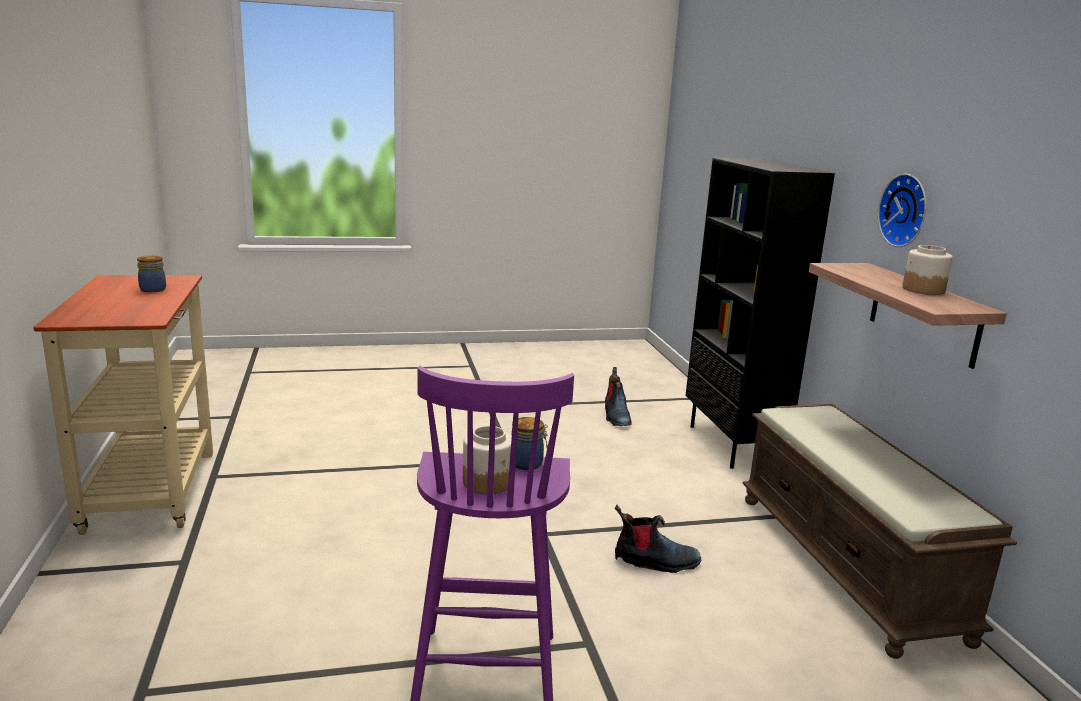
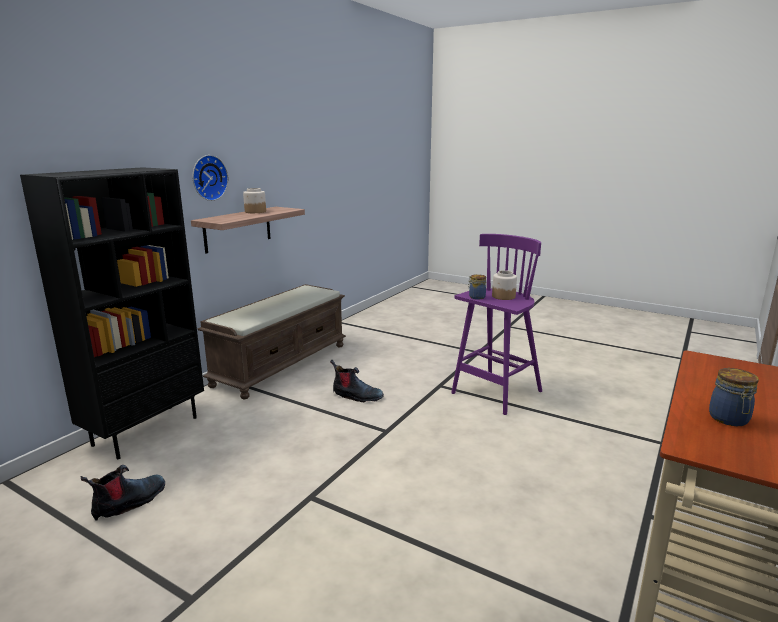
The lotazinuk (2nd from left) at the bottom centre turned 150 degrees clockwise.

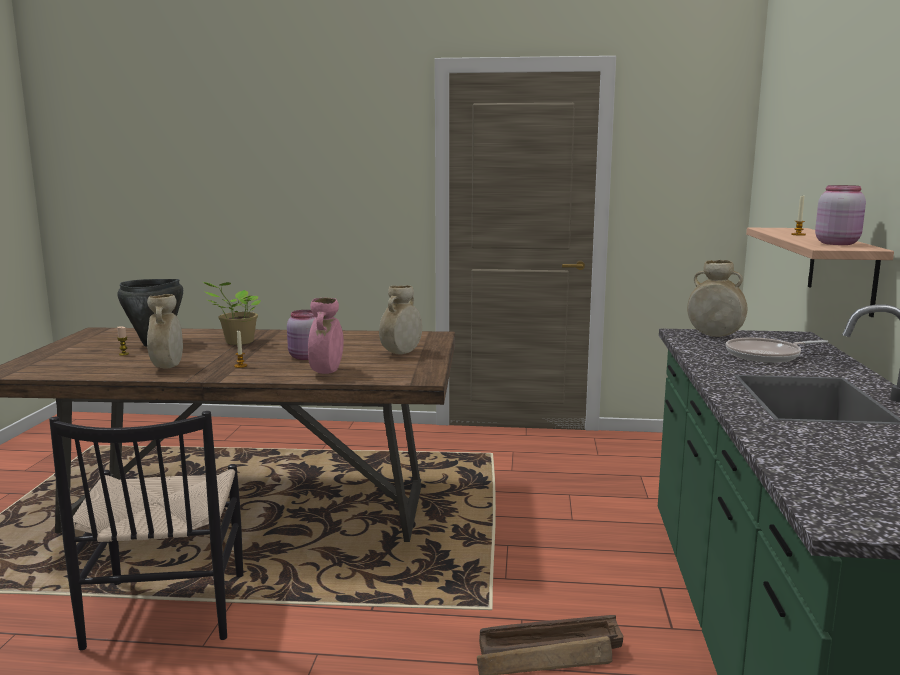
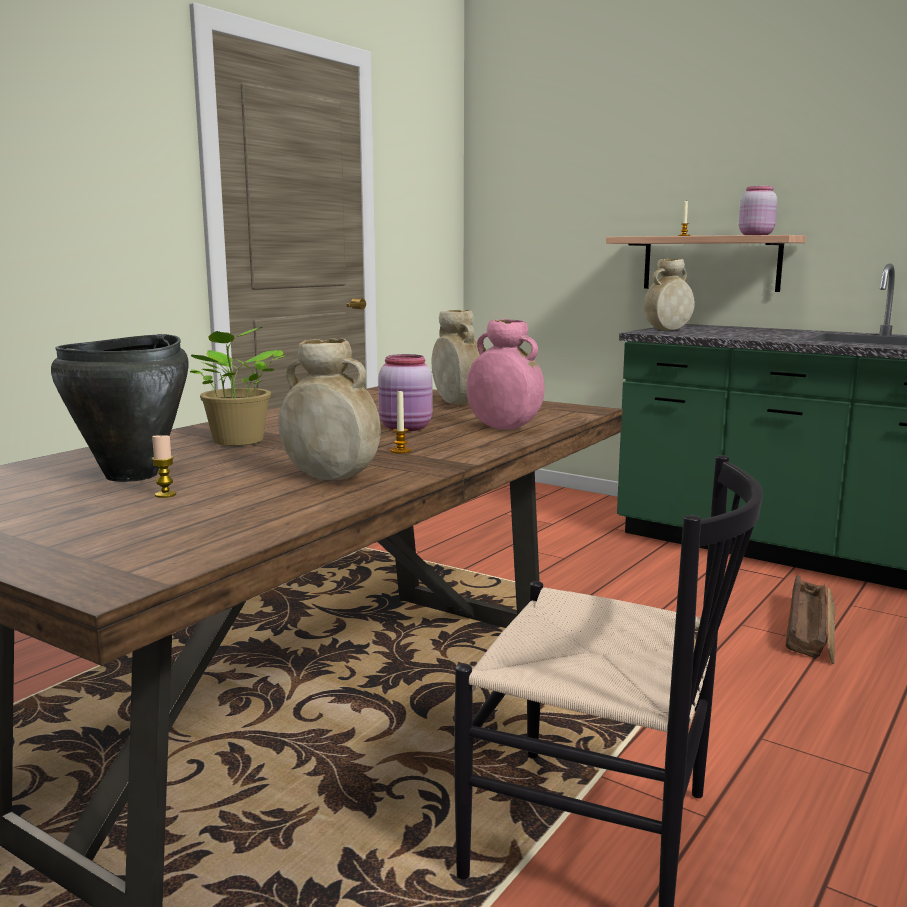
The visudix at the middle right disappeared.

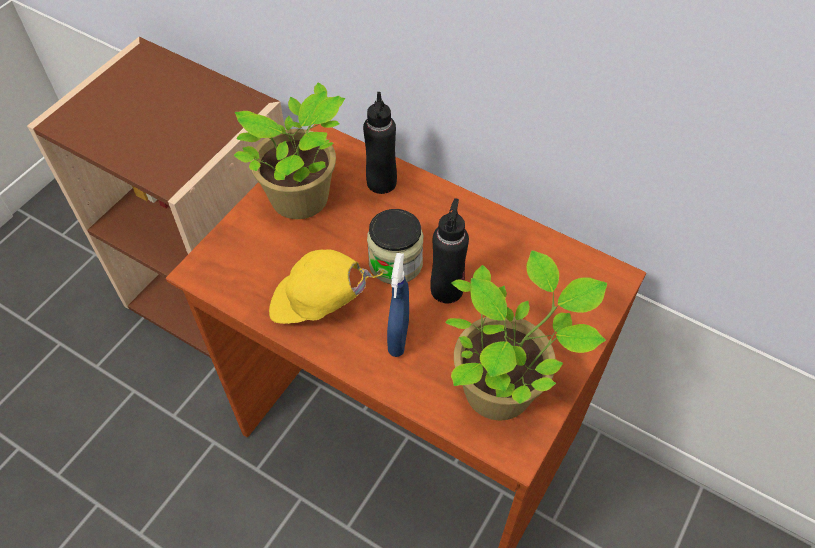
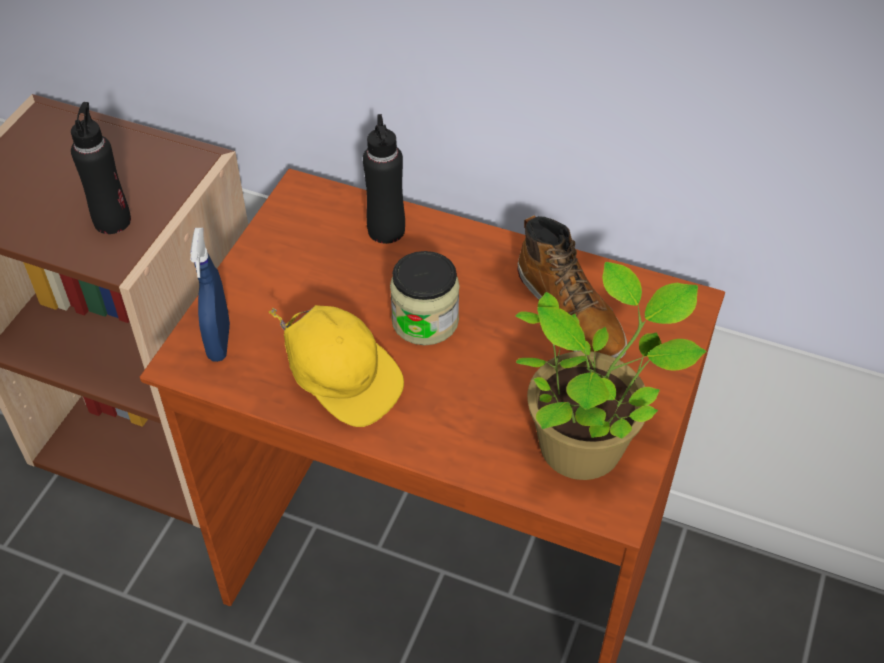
The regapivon (1st from left) at the top centre disappeared.
The lotazinuk at the centre appeared.
The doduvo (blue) moved from the centre to the middle left.
The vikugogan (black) (2nd from left in the first image) moved from the centre to the top left.
The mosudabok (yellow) at the centre turned 135 degrees counterclockwise.

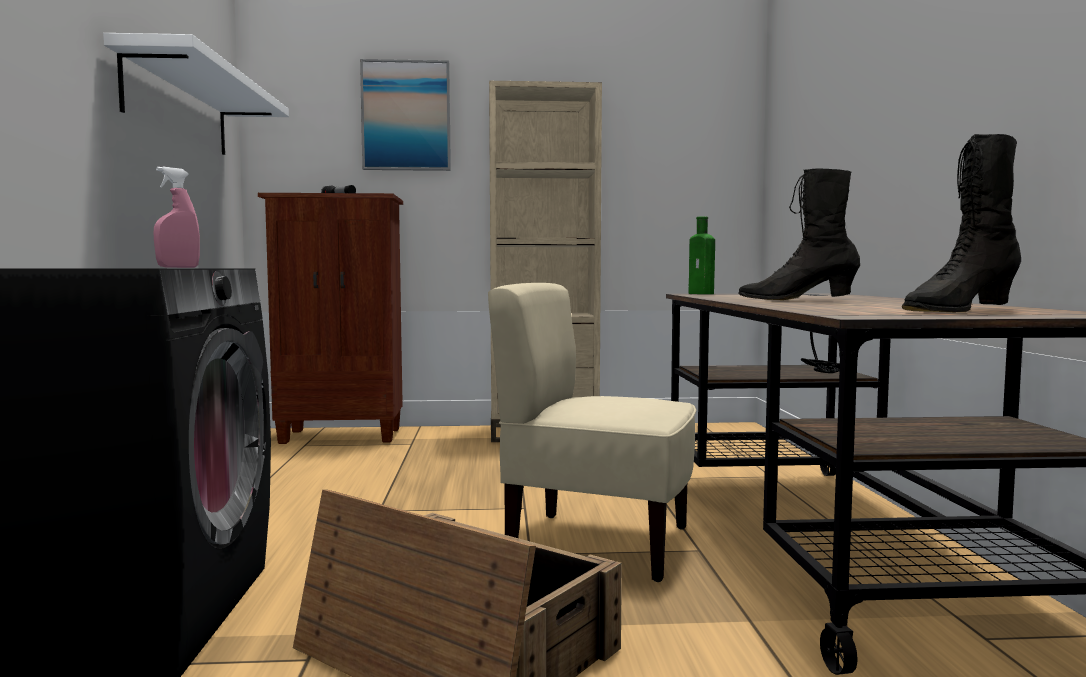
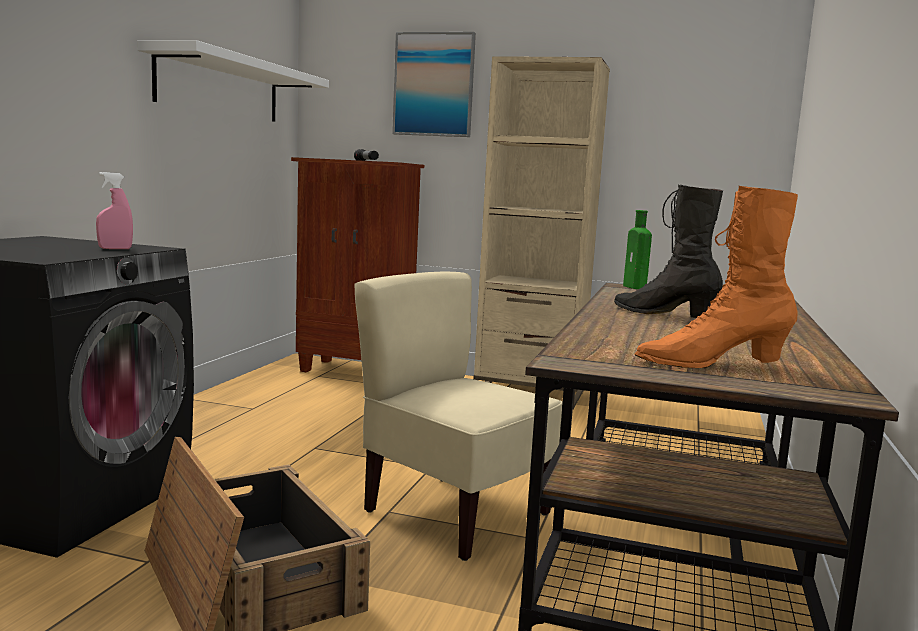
The lotazinuk (black) (2nd from left) at the top right became the lotazinuk (orange) at the middle right.

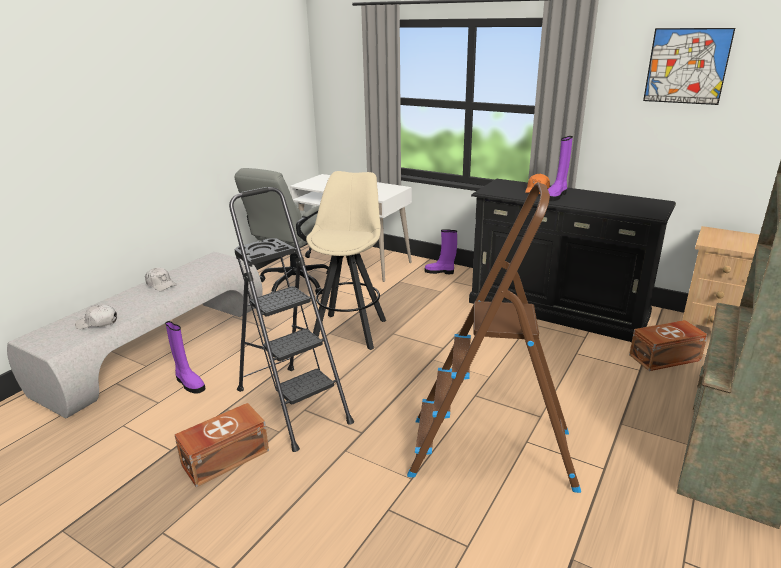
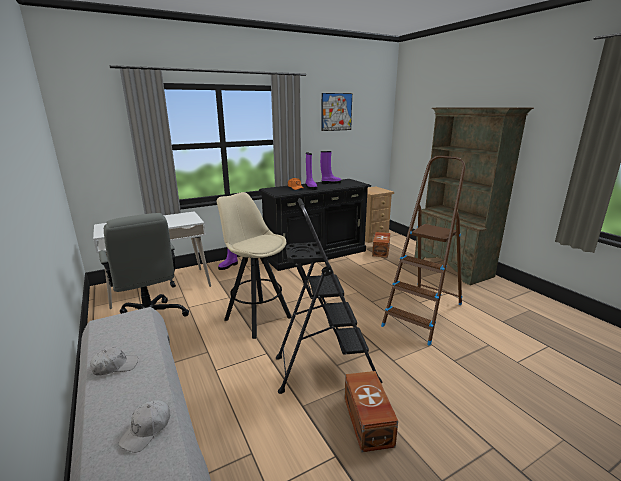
The lotazinuk (purple) (1st from left in the first image) moved from the middle left to the centre.

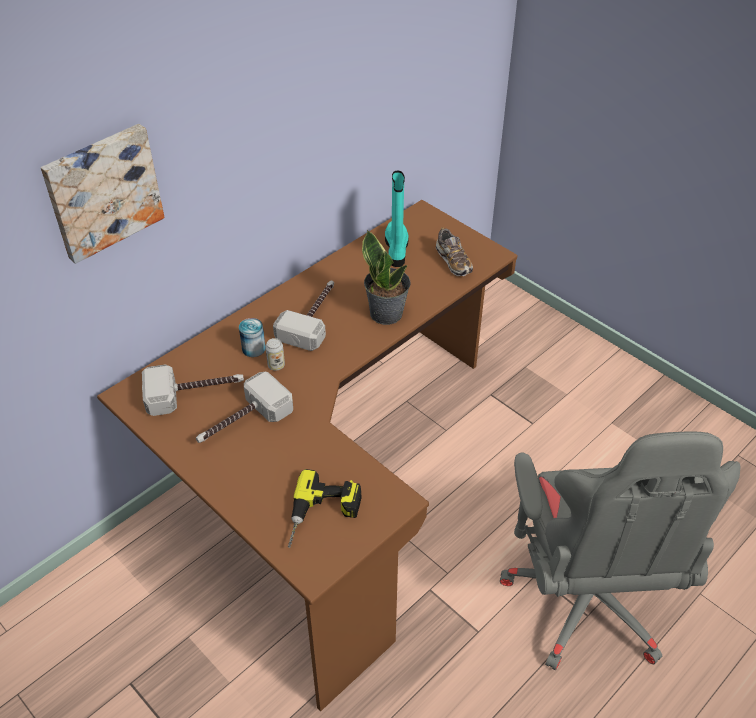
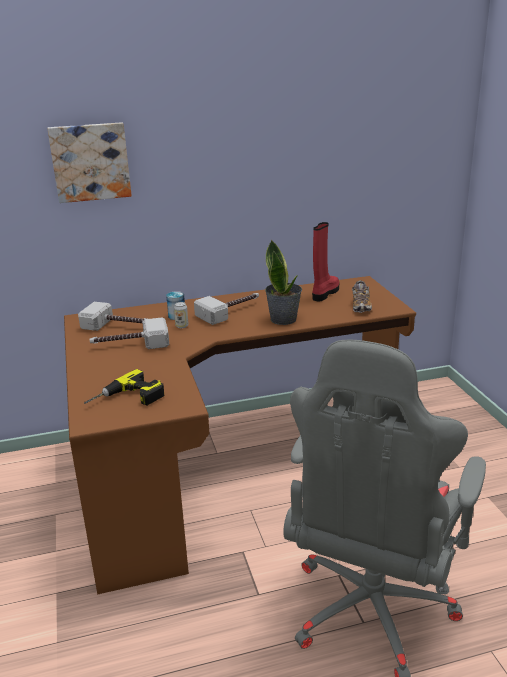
The lotazinuk (turquoise) at the top centre became the lotazinuk (red) at the centre.

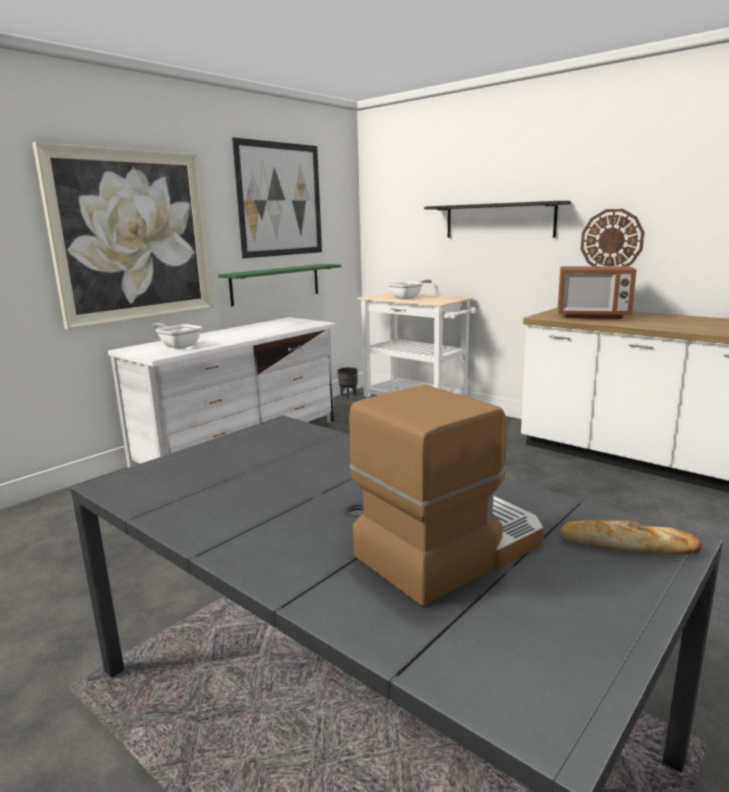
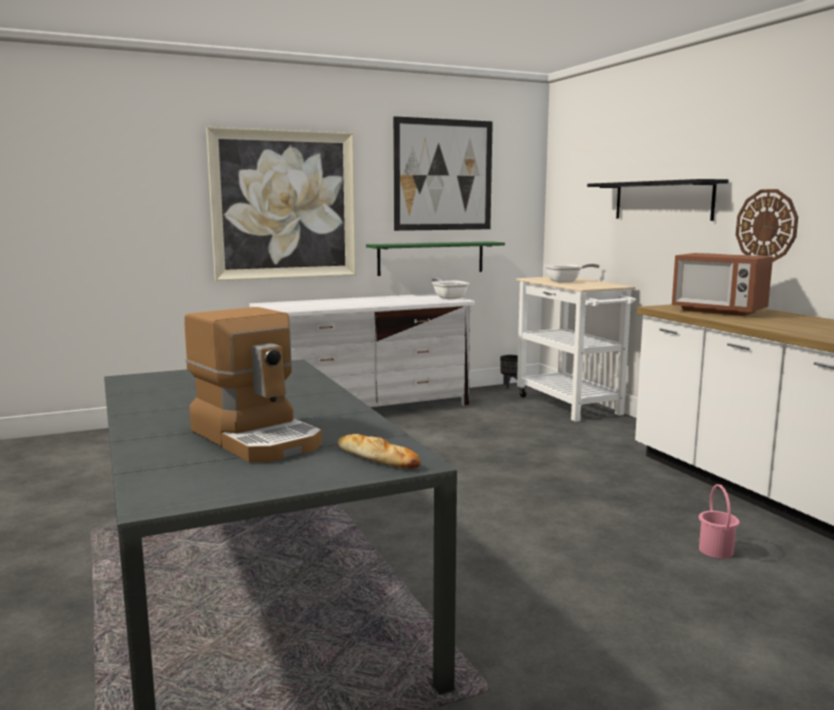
The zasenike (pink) at the bottom right appeared.
The visudix (1st from left) moved from the middle left to the centre.
The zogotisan at the centre turned 60 degrees clockwise.

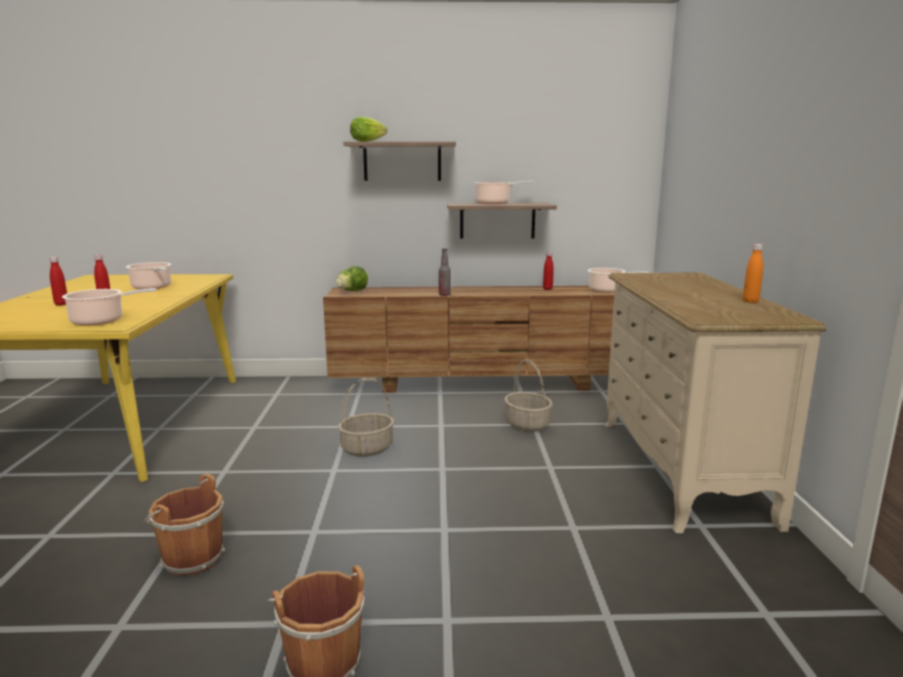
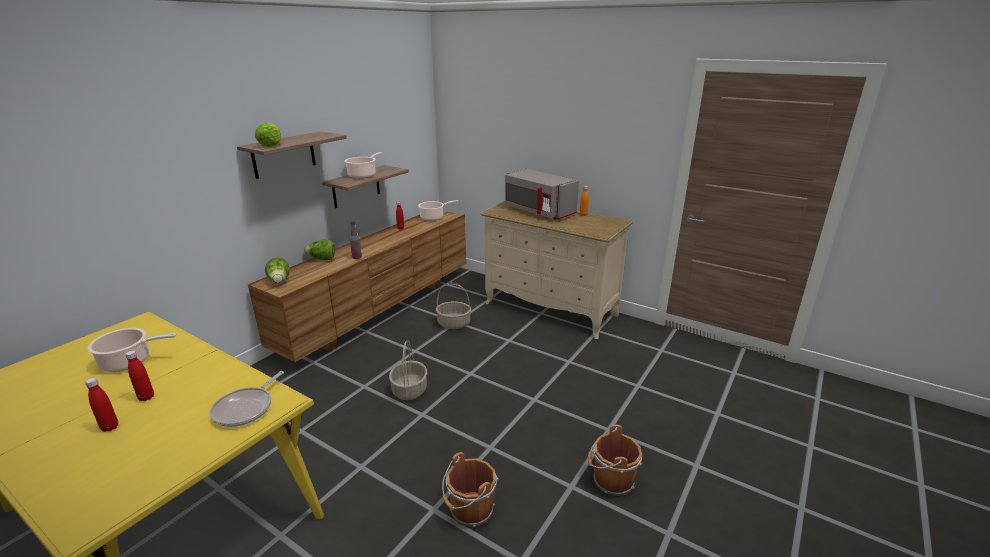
The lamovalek (3rd from left) at the middle left appeared.
The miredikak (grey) at the centre appeared.
The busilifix (1st from left) at the middle left was replaced by the visudix at the bottom left.

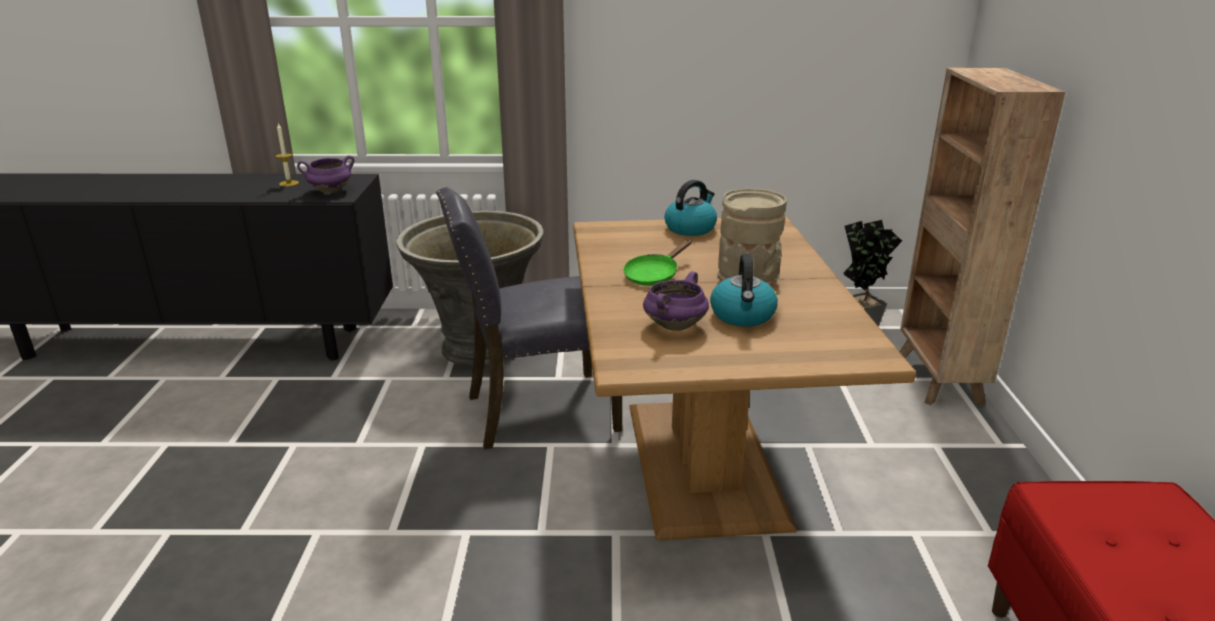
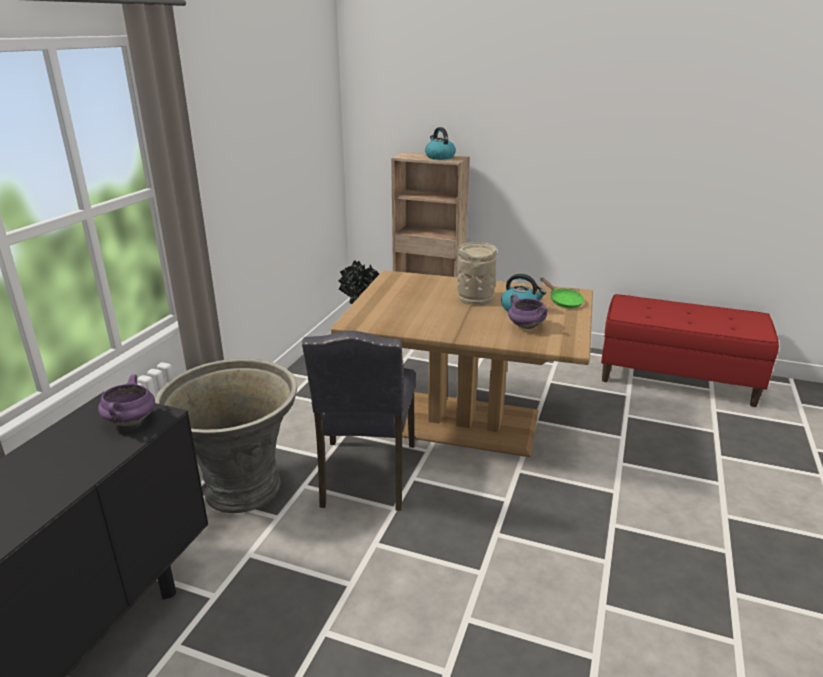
The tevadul at the top left disappeared.
The visudix (green) moved from the centre to the middle right.
The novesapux (1st from left) moved from the centre to the top centre.

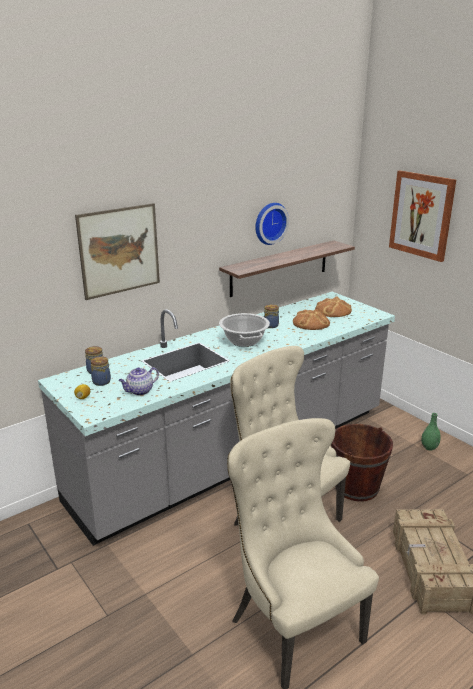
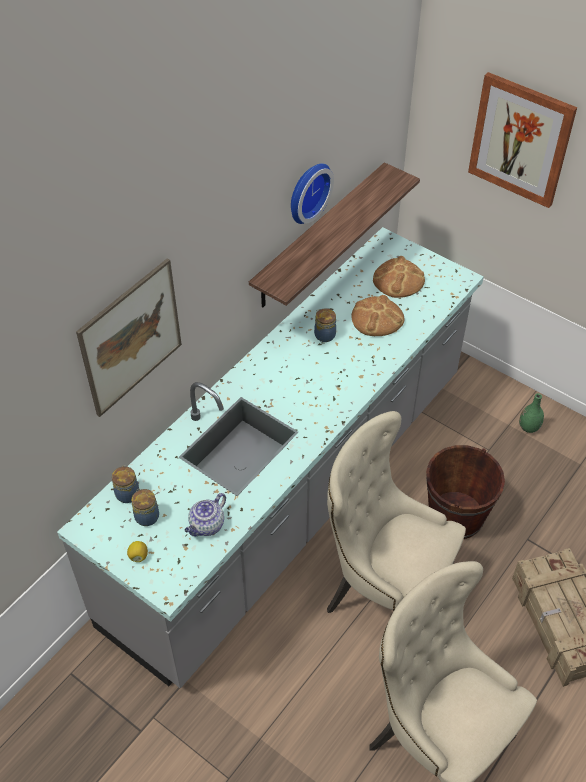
The busilifix at the centre disappeared.

